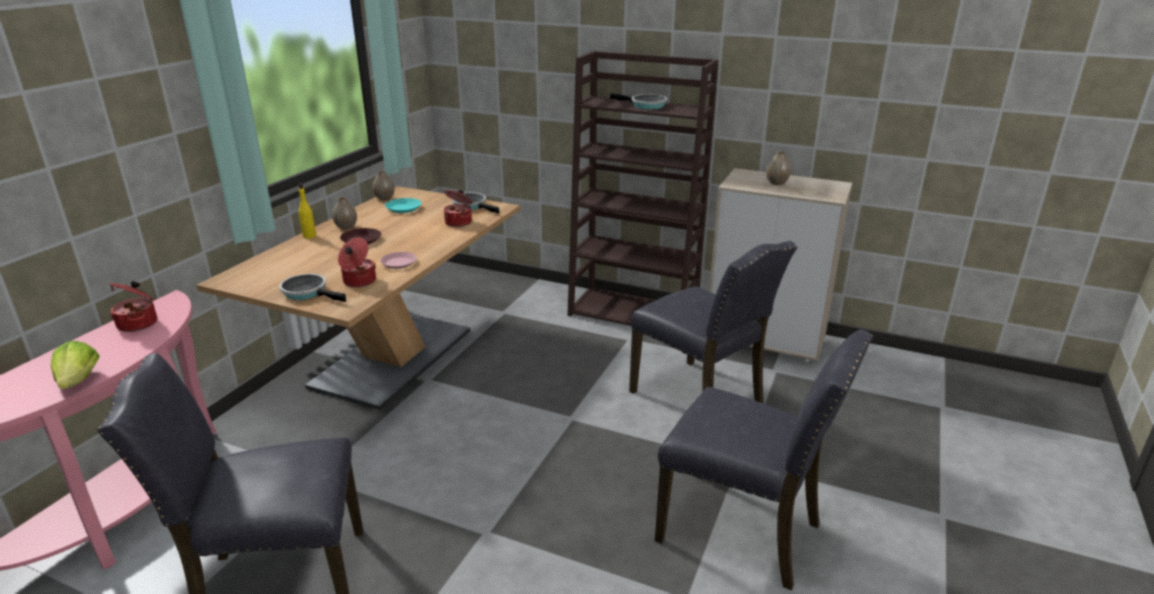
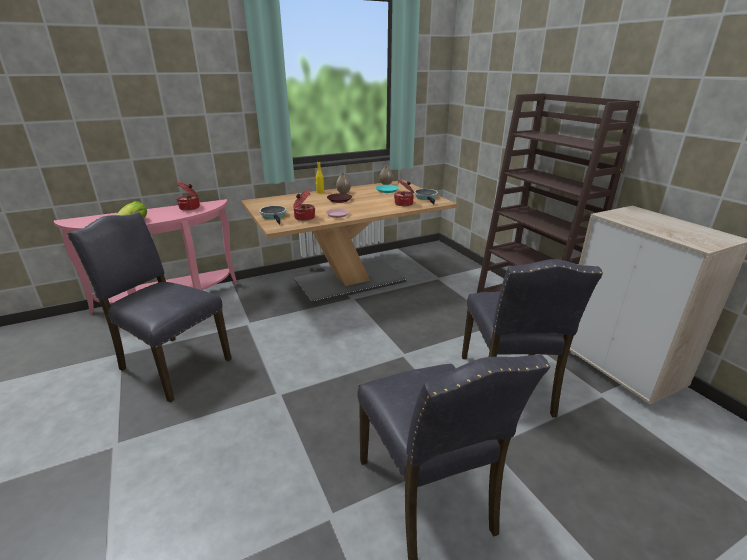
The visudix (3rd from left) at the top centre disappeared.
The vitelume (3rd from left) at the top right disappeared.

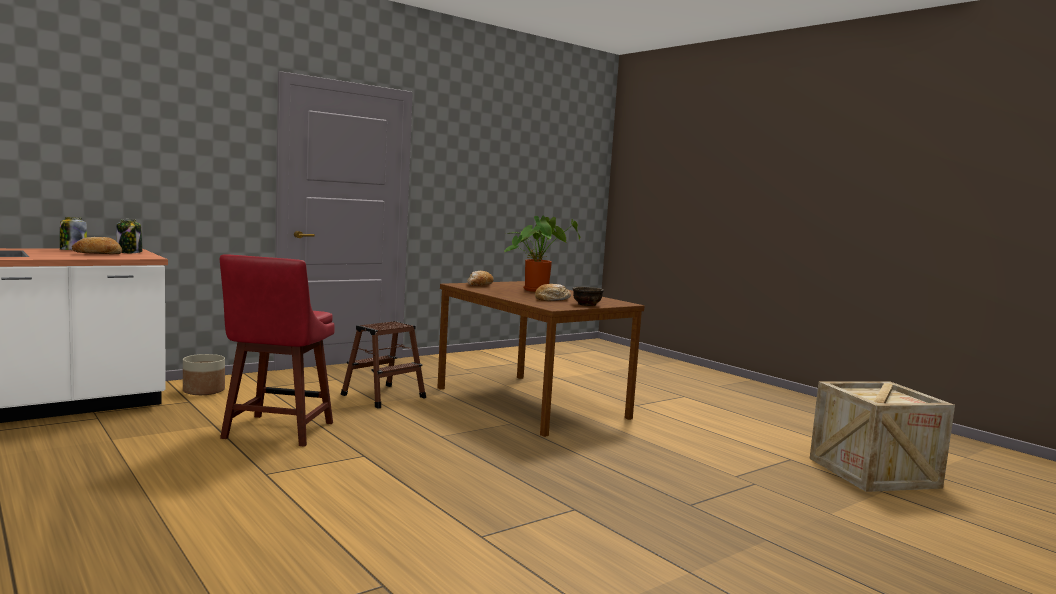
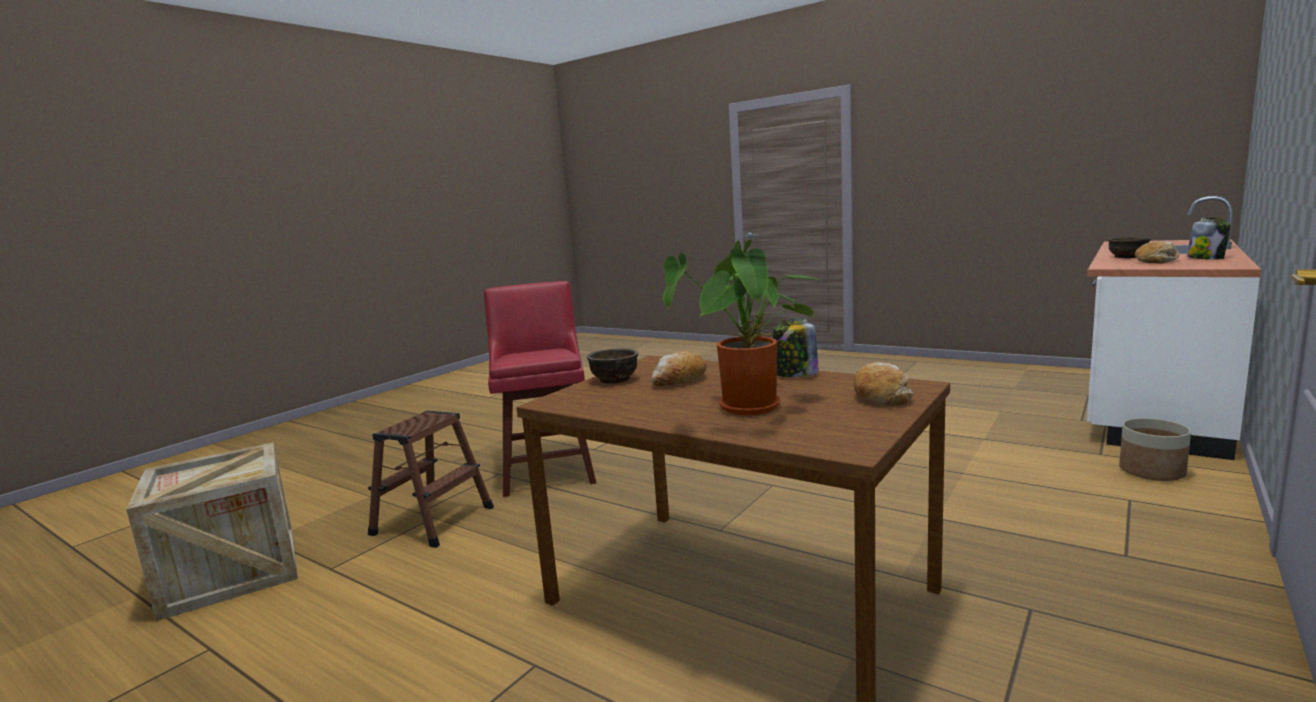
The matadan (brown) (2nd from left) at the middle right appeared.
The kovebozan (2nd from left in the first image) moved from the middle left to the centre.
The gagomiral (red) moved from the middle left to the centre.
The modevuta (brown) moved from the centre to the bottom left.

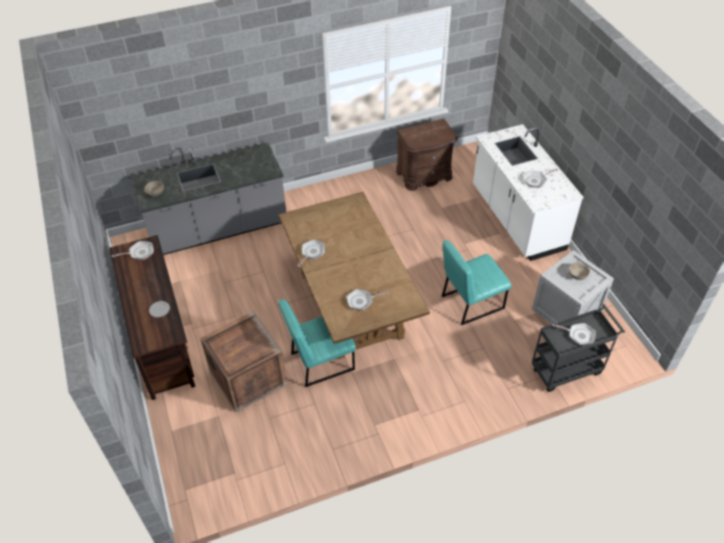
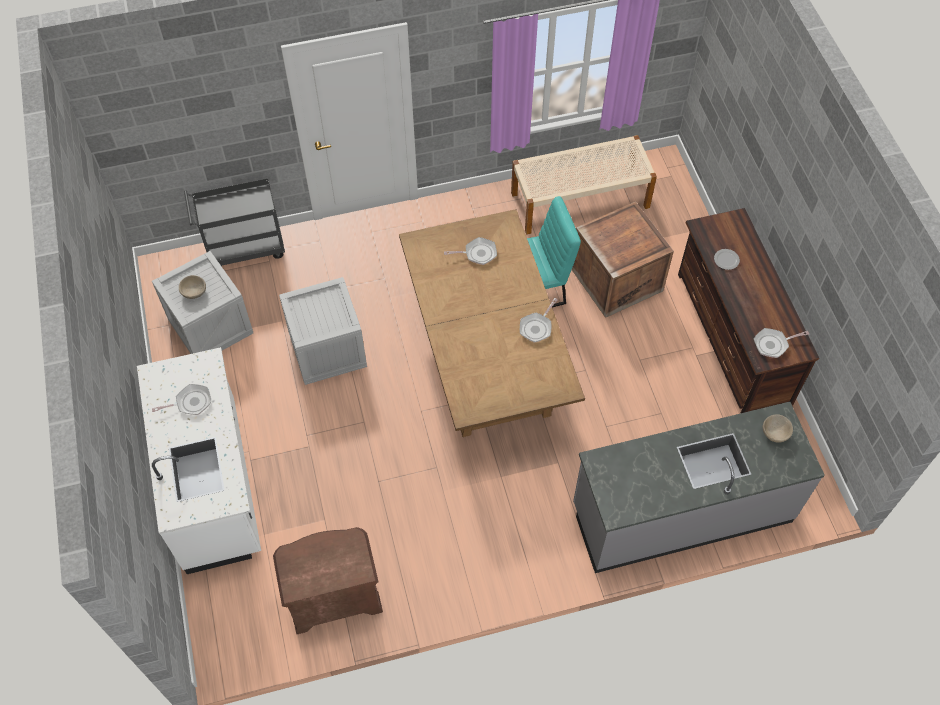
The visudix (5th from left) at the middle right disappeared.
The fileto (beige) at the top centre appeared.
The gagomiral (turquoise) (2nd from left) at the centre was replaced by the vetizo (2nd from left) at the centre.

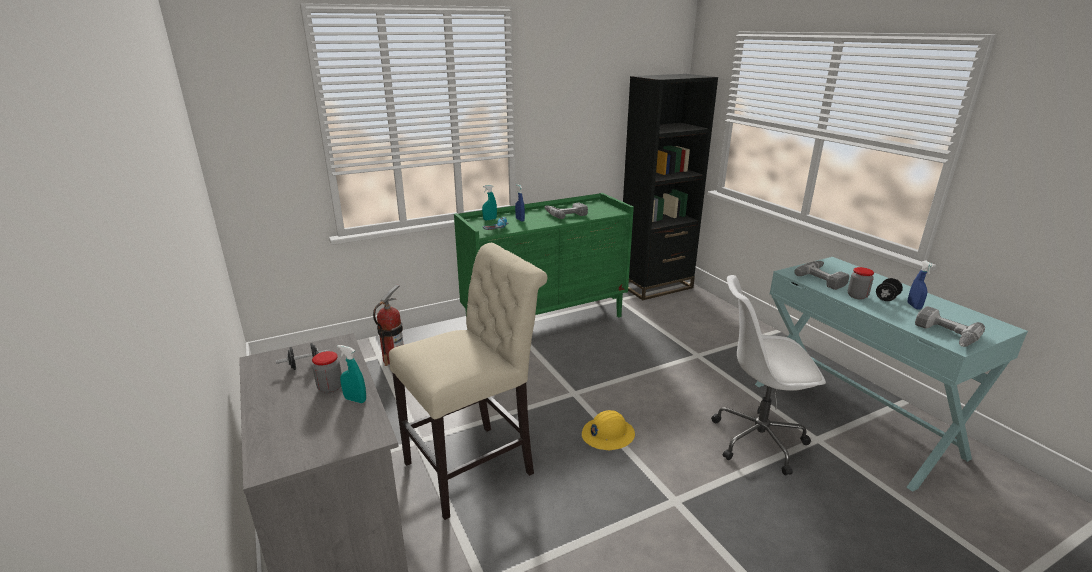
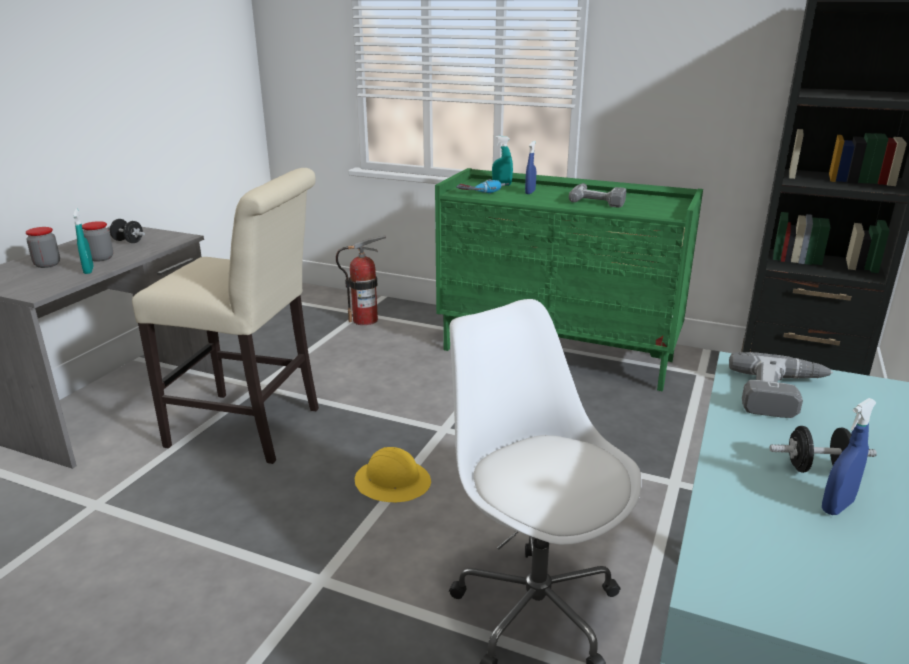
The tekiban (4th from left) at the middle right disappeared.
The kovebozan (2nd from left in the first image) moved from the middle right to the middle left.

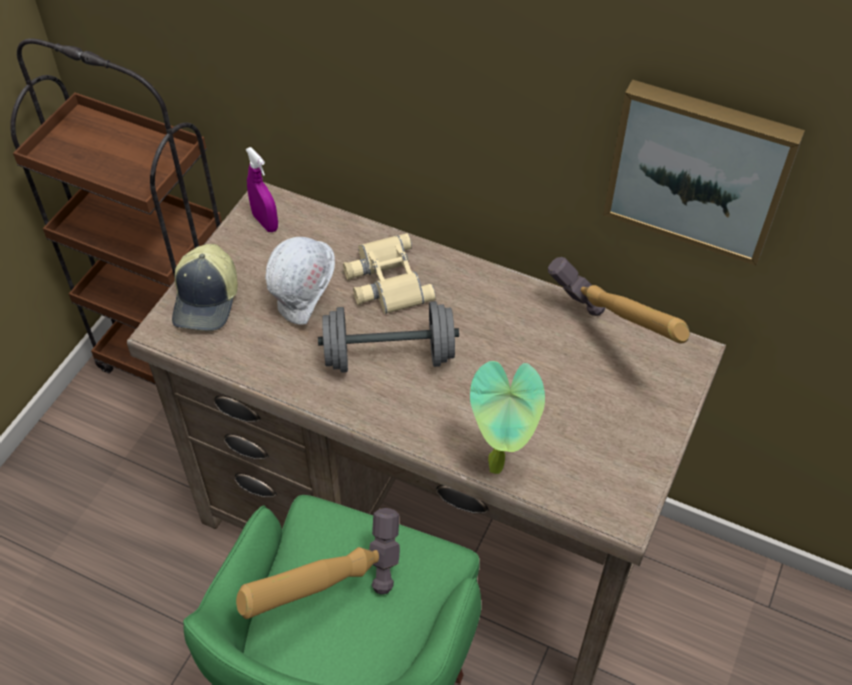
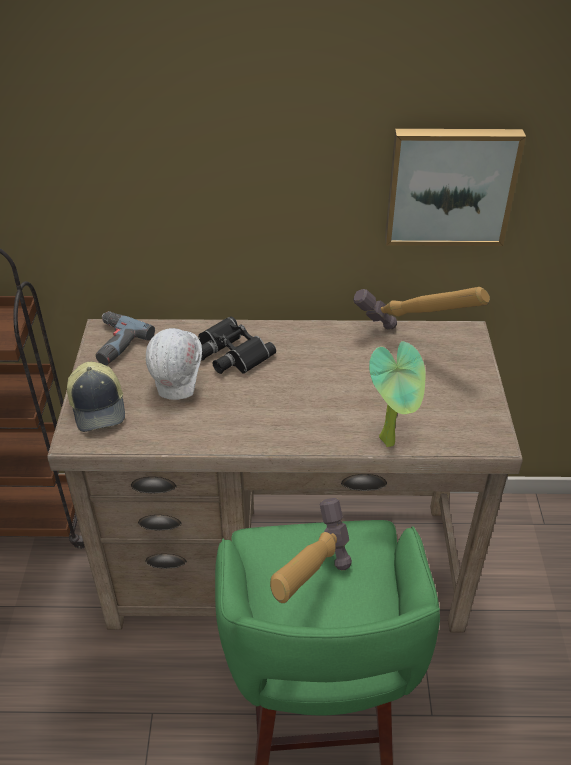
The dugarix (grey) at the centre disappeared.
The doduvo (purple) at the top left was replaced by the tekiban at the middle left.
The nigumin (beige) at the centre became the nigumin (black) at the centre.

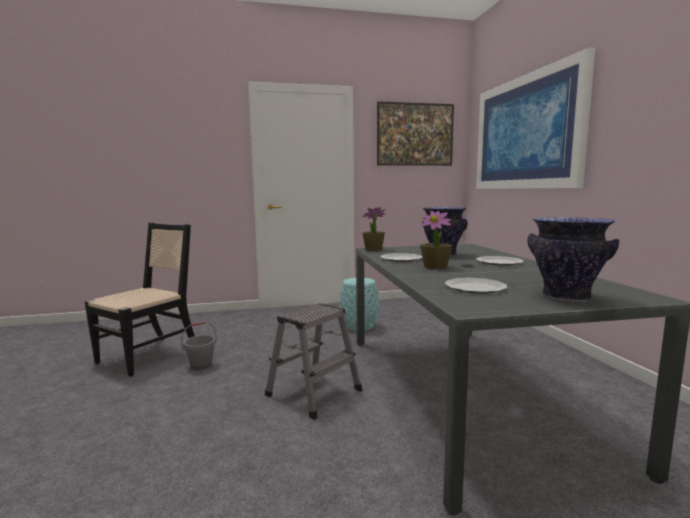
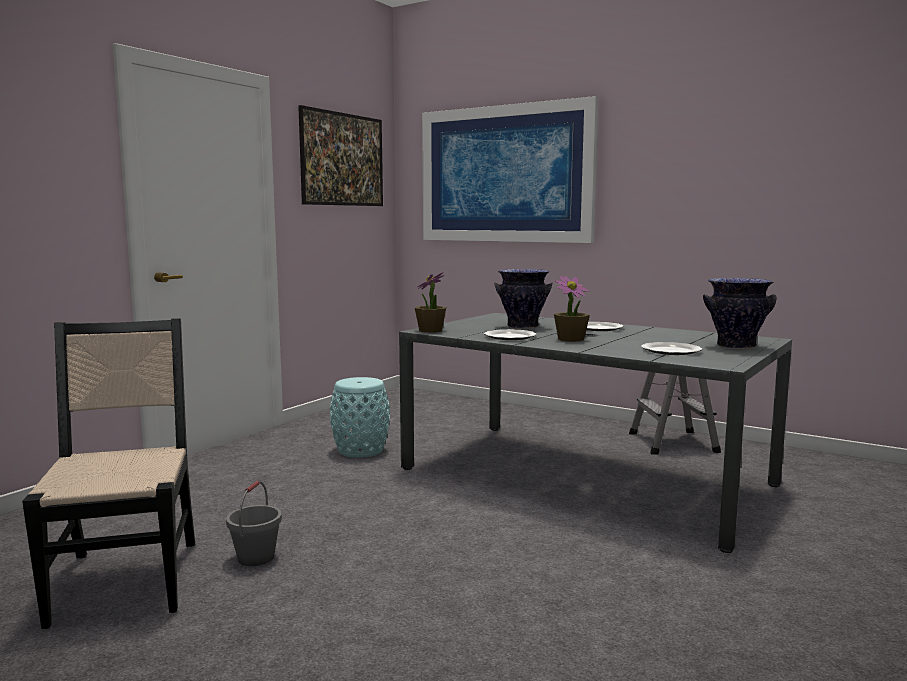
The modevuta (grey) moved from the bottom centre to the middle right.

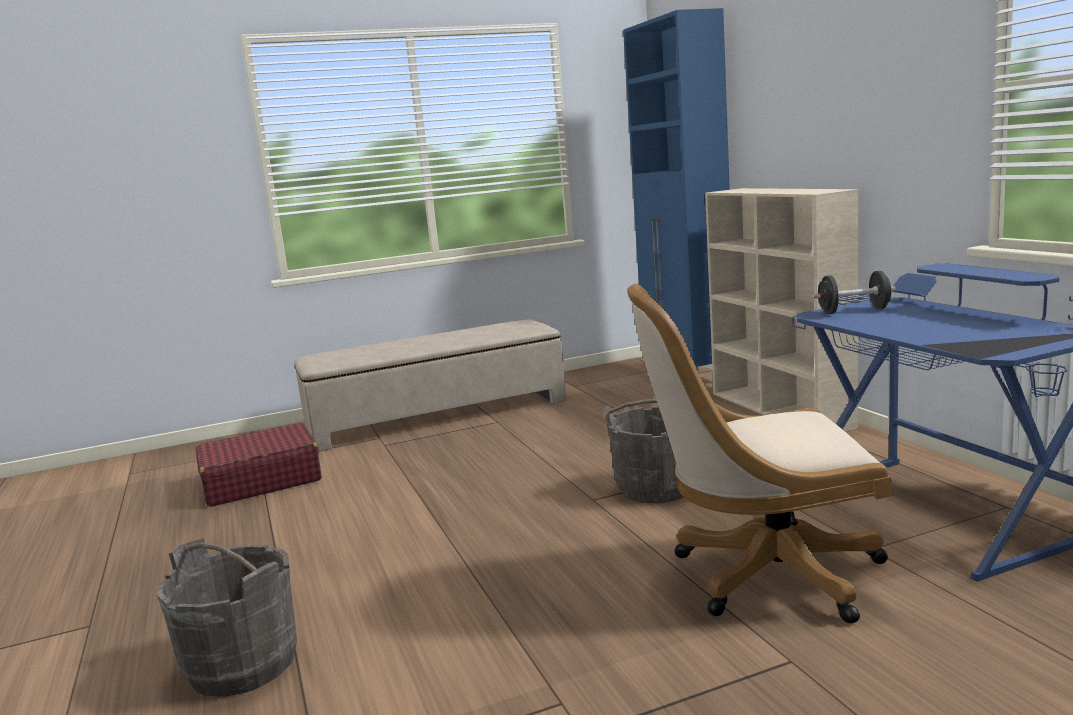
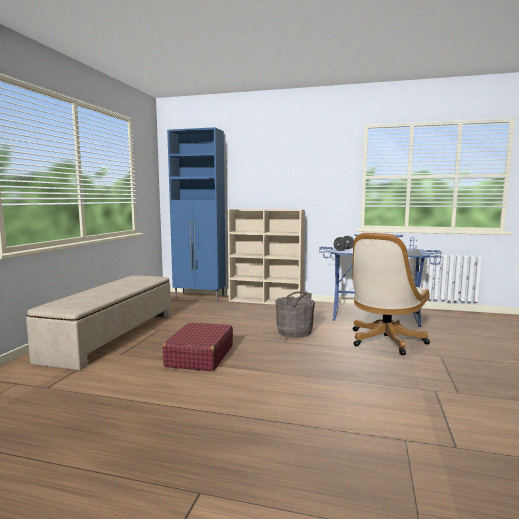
The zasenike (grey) (1st from left) at the bottom left disappeared.
The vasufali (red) moved from the middle left to the bottom centre.

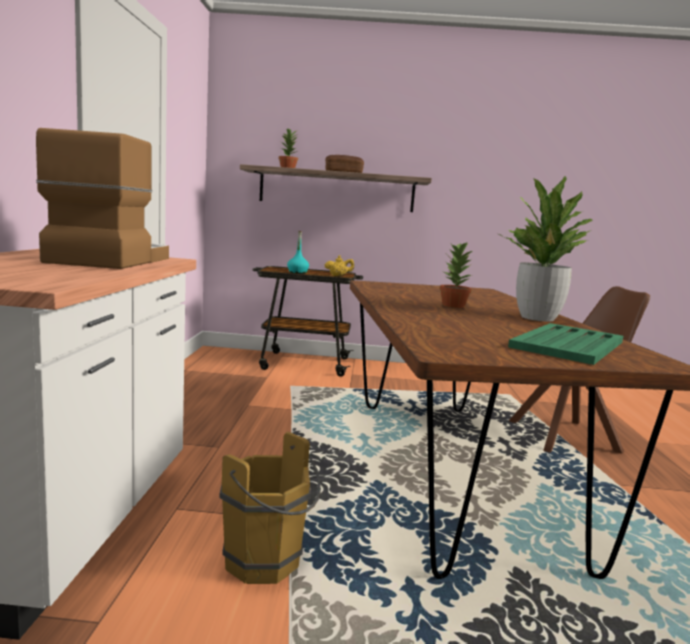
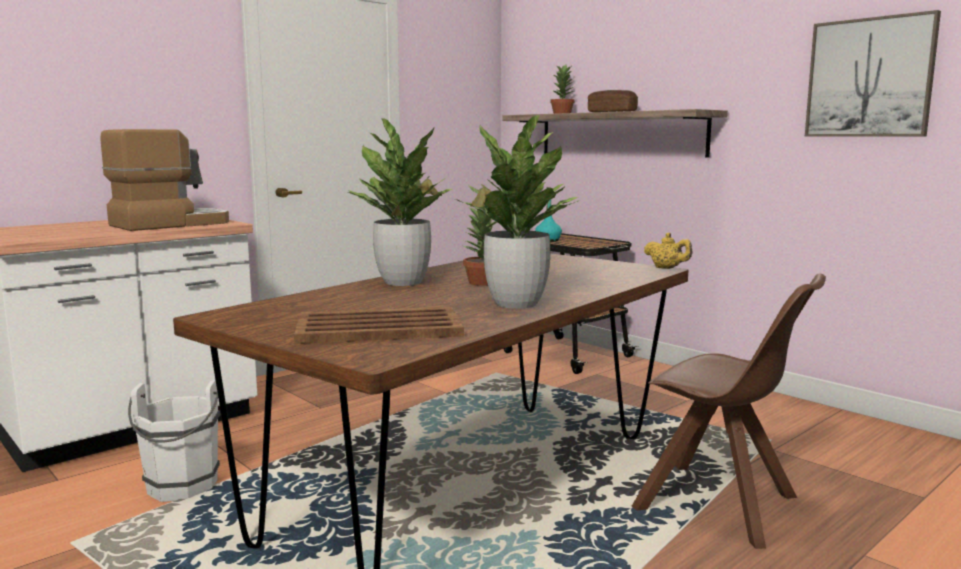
The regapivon (1st from left) at the centre appeared.
The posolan at the top right appeared.
The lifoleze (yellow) moved from the centre to the middle right.
The zasenike (brown) at the bottom centre became the zasenike (white) at the bottom left.
The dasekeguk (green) at the middle right became the dasekeguk (brown) at the centre.

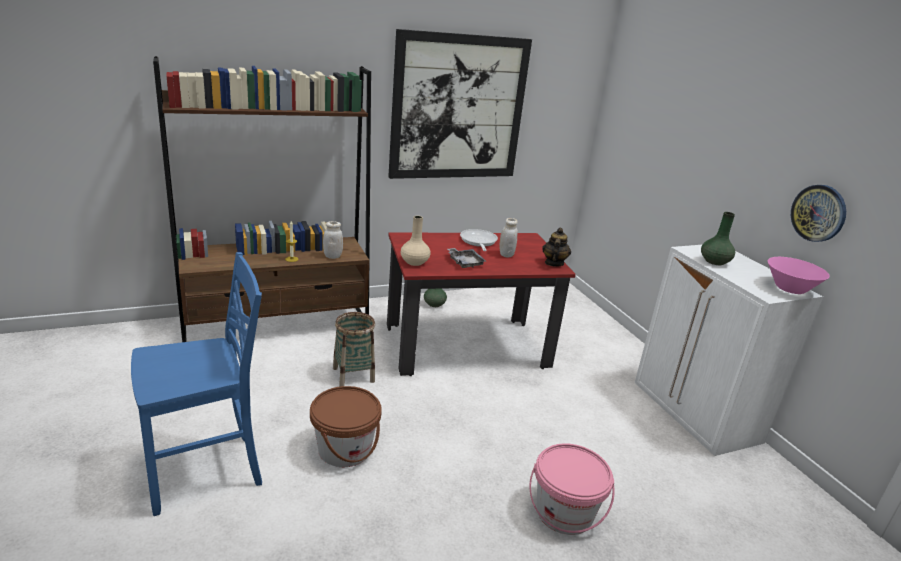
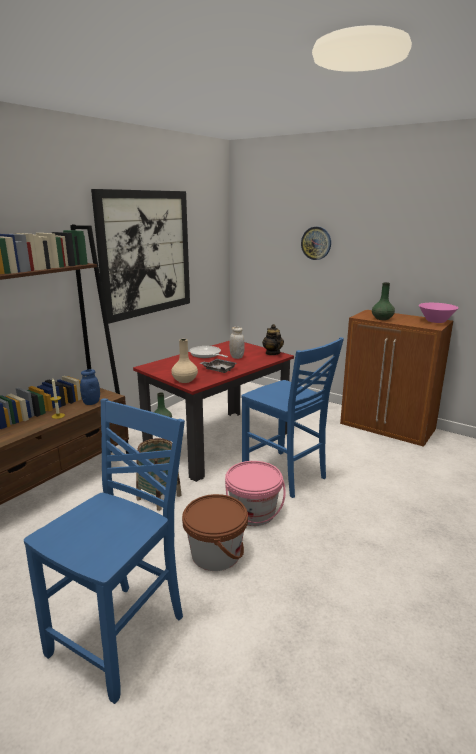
The gagomiral (blue) (2nd from left) at the centre appeared.
The zasenike (pink) moved from the bottom centre to the centre.
The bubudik moved from the middle right to the top centre.
The kovebozan (white) (1st from left) at the centre became the kovebozan (blue) at the middle left.
The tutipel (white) at the middle right became the tutipel (brown) at the middle right.

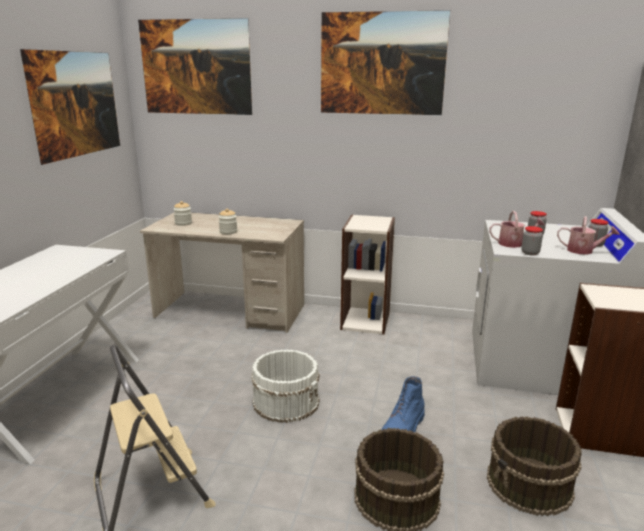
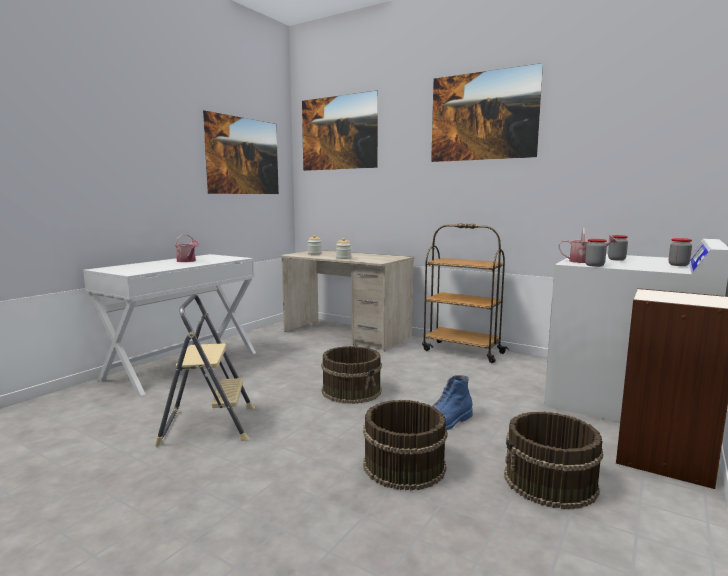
The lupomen (2nd from left in the first image) moved from the middle right to the middle left.
The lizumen (1st from left) at the centre was replaced by the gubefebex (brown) at the centre.
The zasenike (white) at the bottom centre became the zasenike (brown) (1st from left) at the centre.

